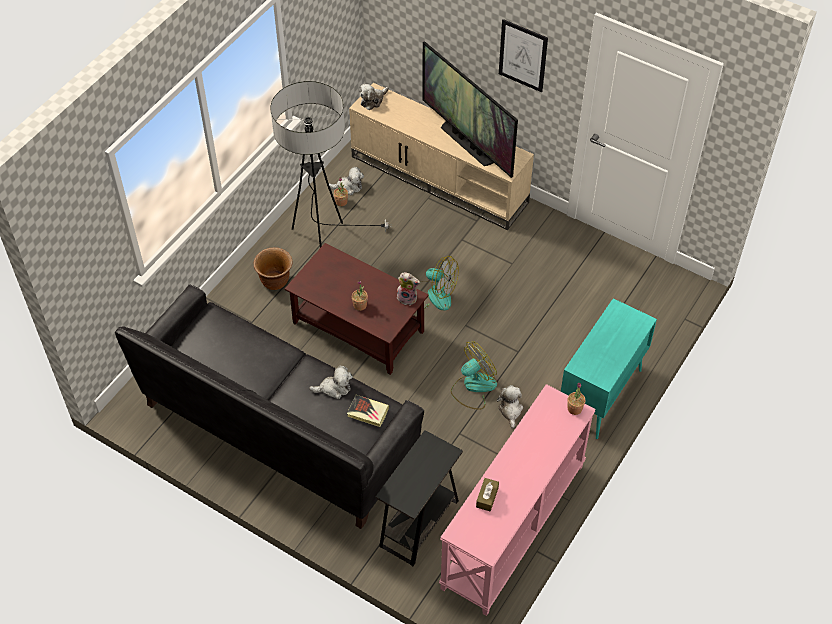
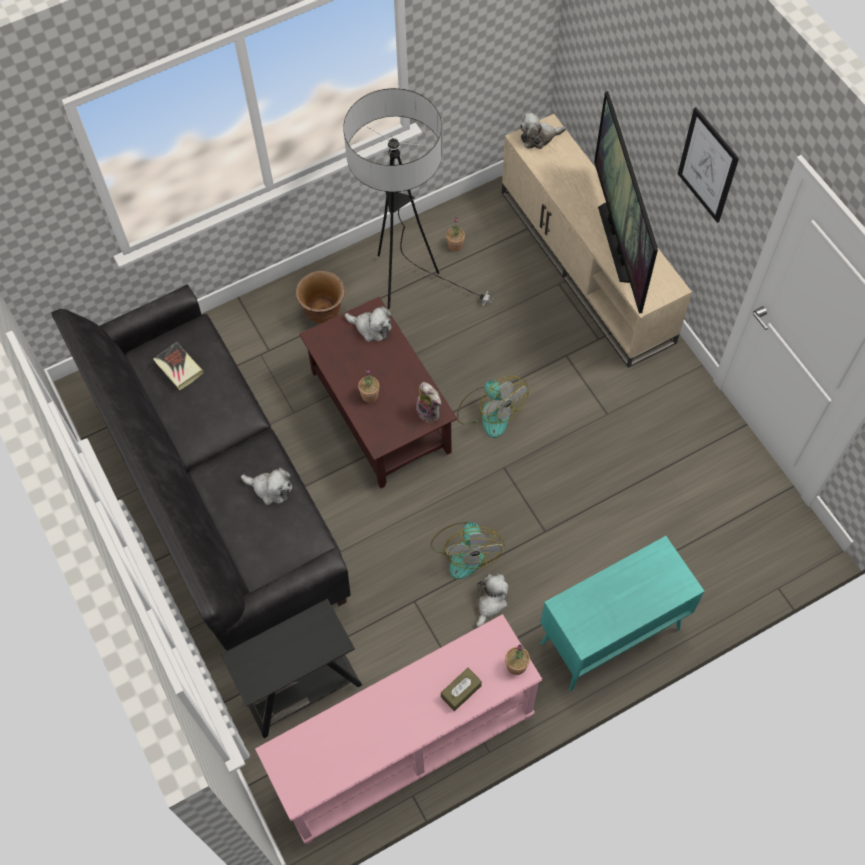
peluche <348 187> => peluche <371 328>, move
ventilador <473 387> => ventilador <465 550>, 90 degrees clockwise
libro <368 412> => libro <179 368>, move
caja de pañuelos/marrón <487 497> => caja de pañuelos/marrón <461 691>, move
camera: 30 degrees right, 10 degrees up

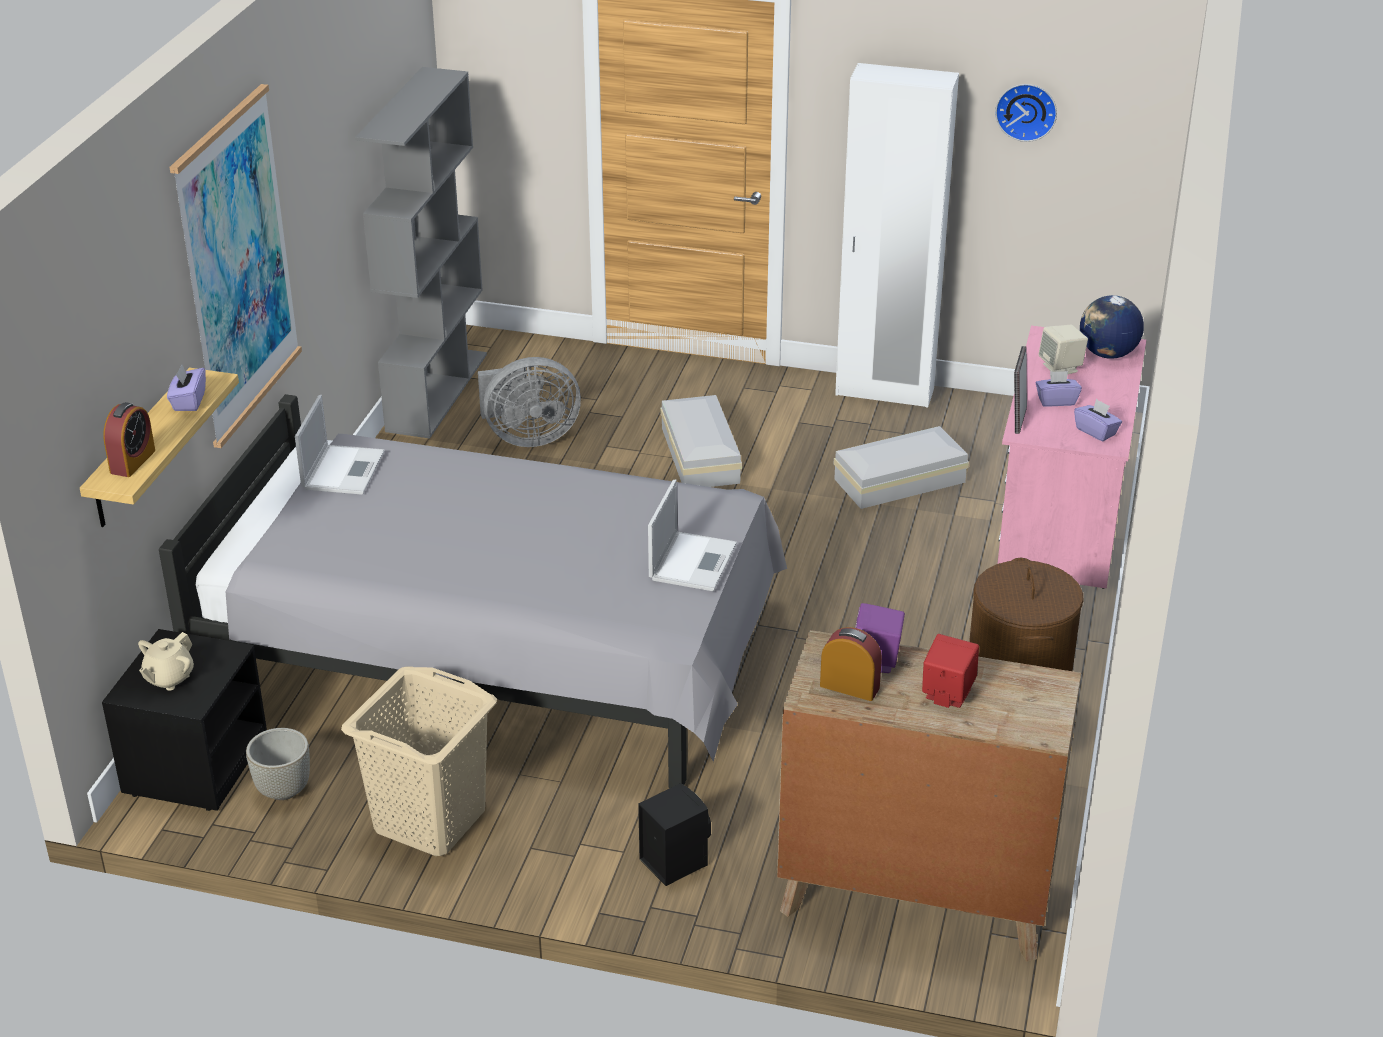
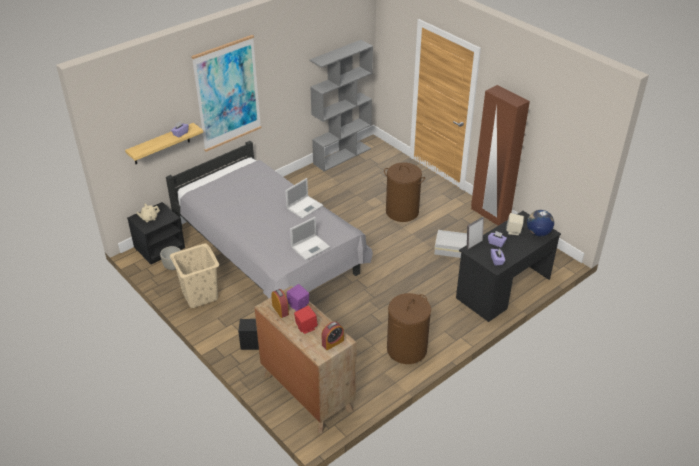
armario ropero/blanco <884 392> => armario ropero/marrón <490 215>
reloj de pared <1026 110> => nothing
escritorio/rosa <1062 517> => escritorio/negro <503 288>
ventilador/gris <528 437> => nothing
portátil <343 469> => portátil <305 207>, move
caja de almacenaje/blanco <701 454> => cesto de la ropa/marrón <402 212>
despertador <132 461> => despertador <332 343>, move
camera: 35 degrees right, 5 degrees up

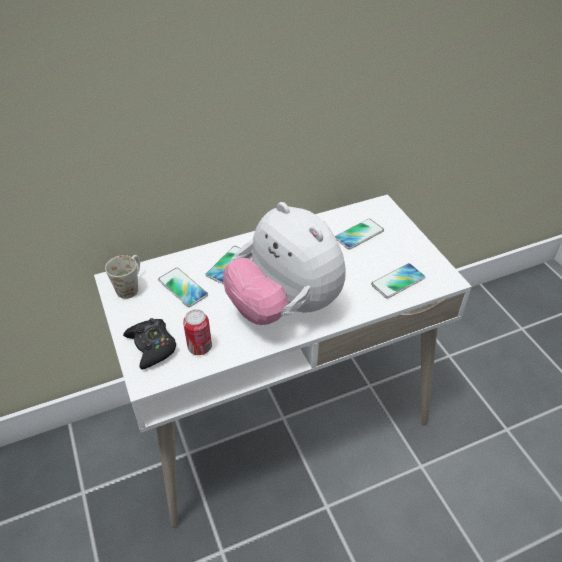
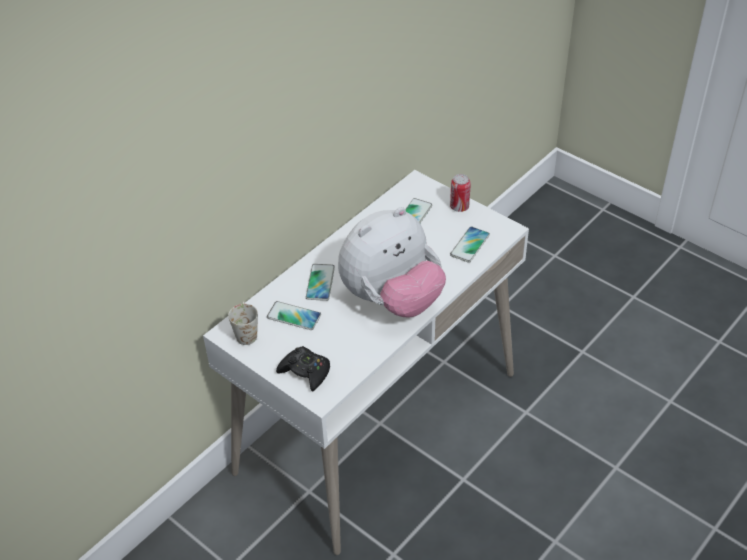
peluche <284 306> => peluche <392 299>, 60 degrees counterclockwise
lata <200 347> => lata <459 207>, move
camera: 25 degrees left, 0 degrees up

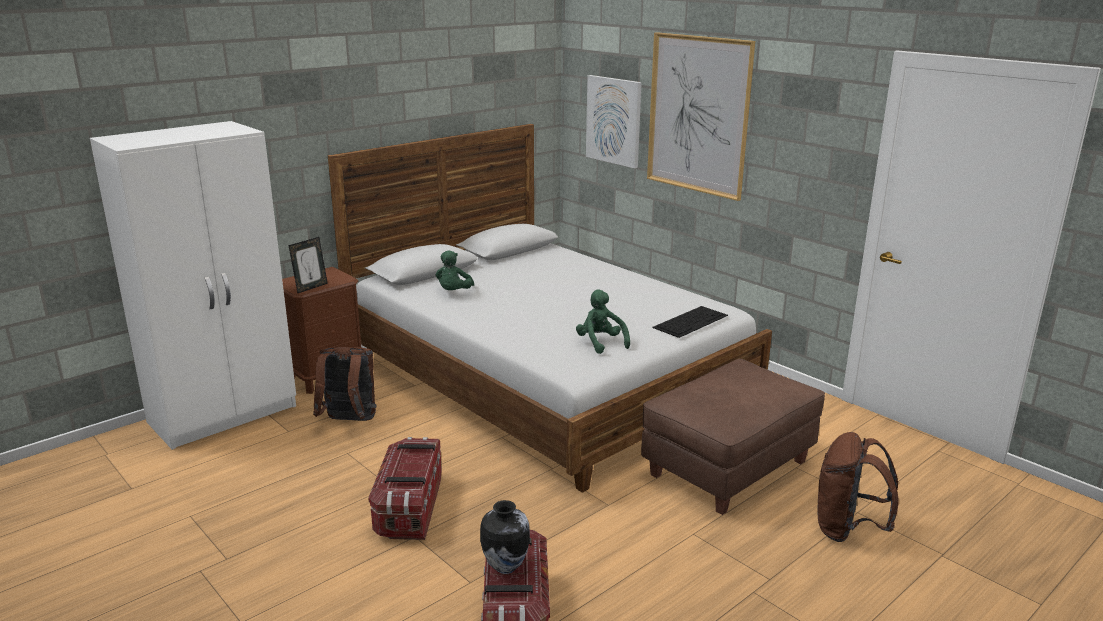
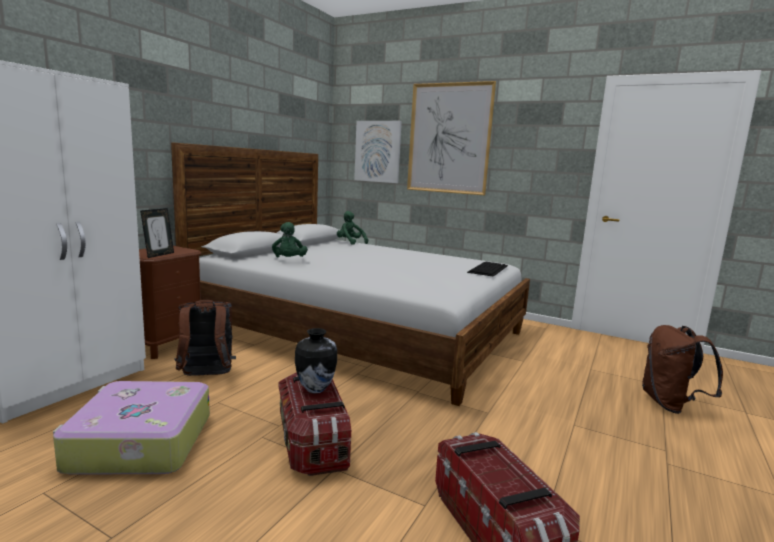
peluche/verde <600 343> => peluche/verde <350 242>, move
puf/marrón <728 469> => nothing
florero <505 567> => florero <315 389>, move
nothing => maleta <139 443>
camera: 20 degrees left, 10 degrees down

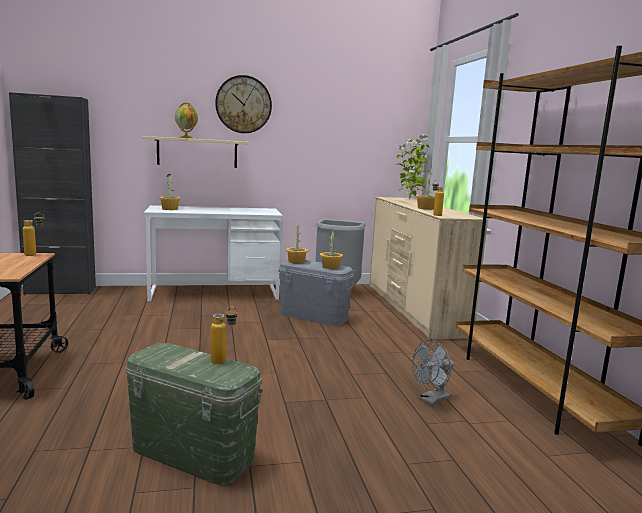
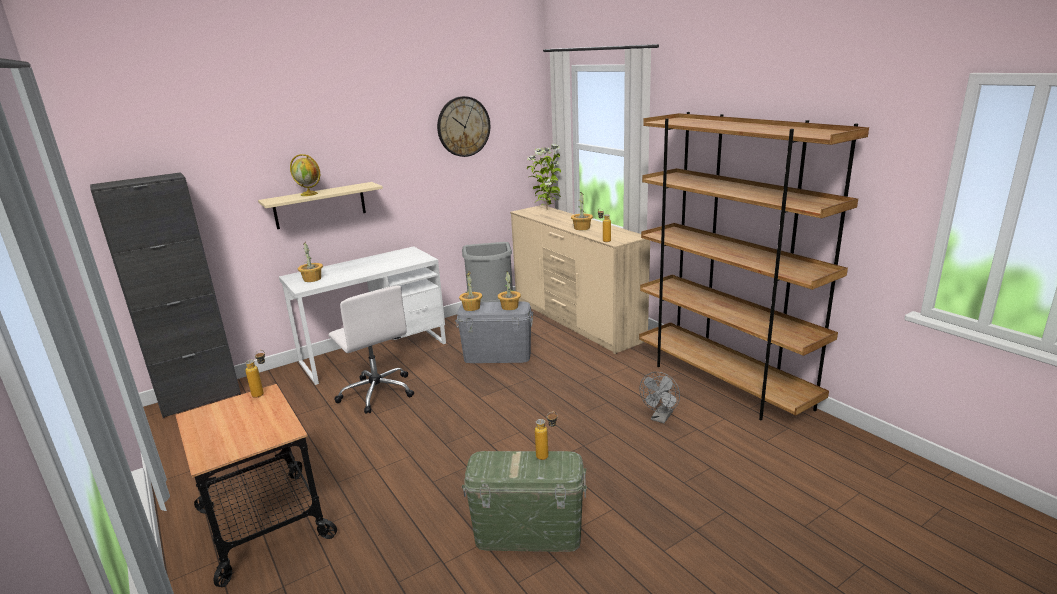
reloj de pared <243 104> => reloj de pared <463 126>, move
nothing => silla de oficina/blanco <377 392>
camera: 20 degrees left, 10 degrees up

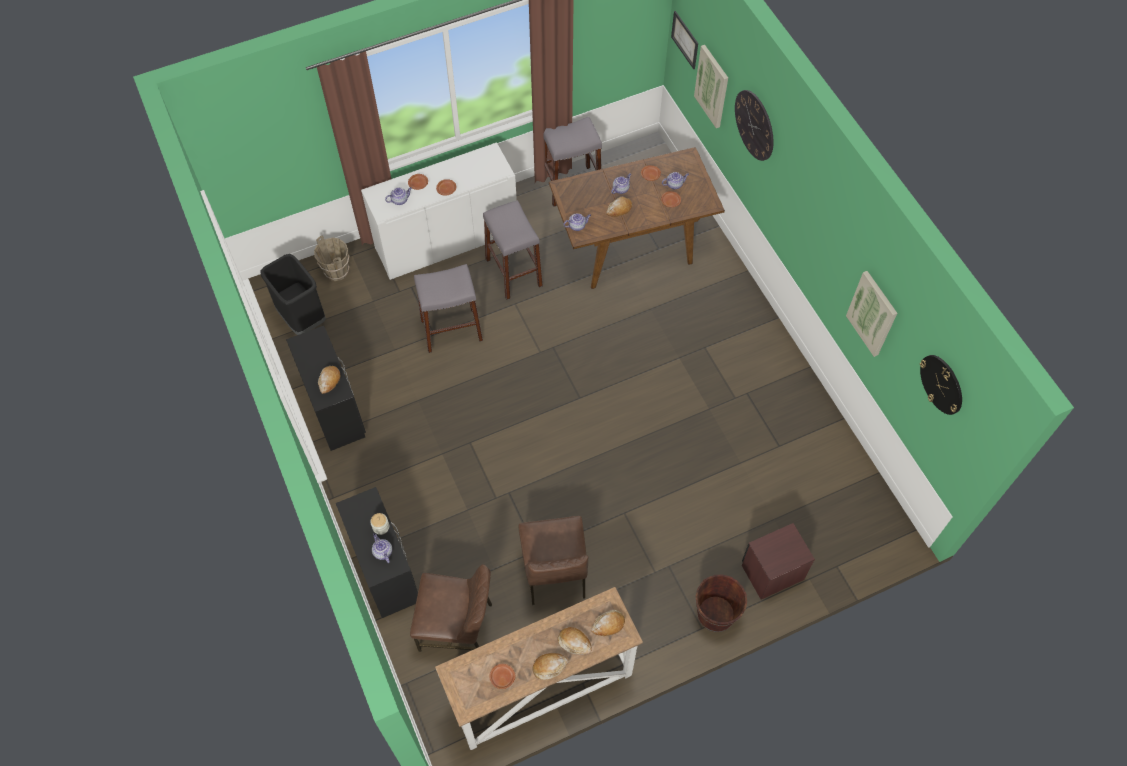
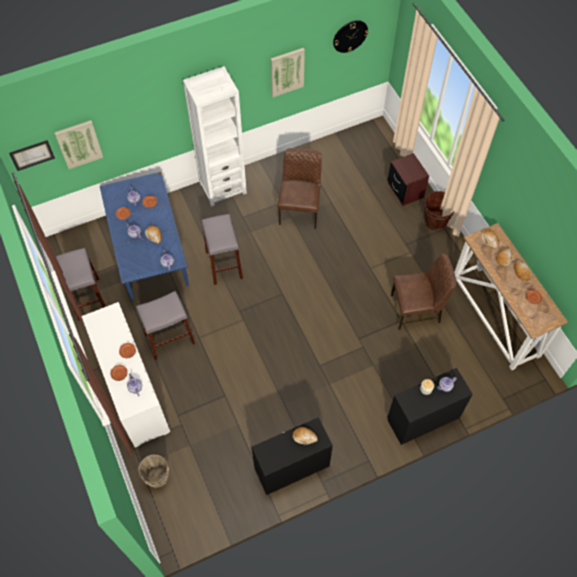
reloj de pared <754 125> => nothing
mesa de comedor/marrón <631 246> => mesa de comedor/azul <151 258>
papelera/negro <302 318> => nothing
taburete/gris <451 330> => taburete/gris <224 264>, move
silla/marrón <457 626> => silla/marrón <300 209>, move
nothing => estantería/blanco <222 188>
camera: 90 degrees left, 0 degrees up

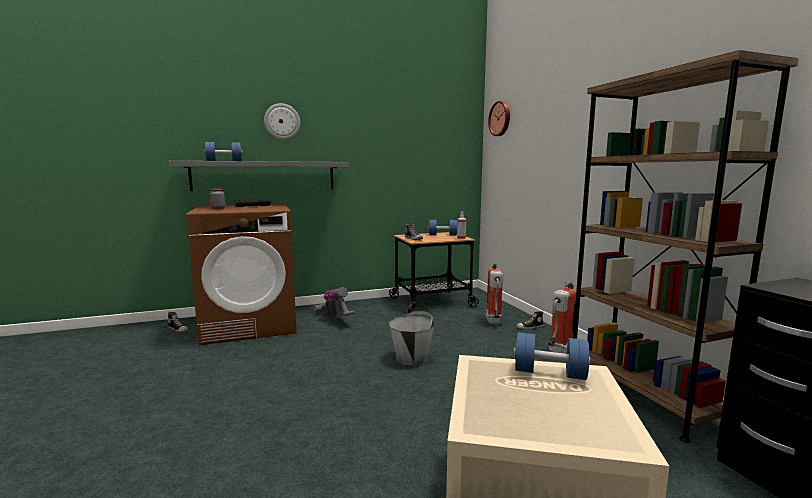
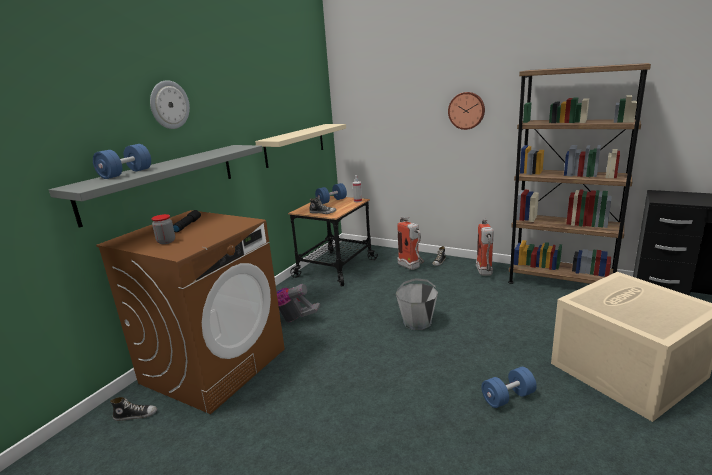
reloj de pared <500 119> => reloj de pared <466 110>, move
mancuerna/azul <549 373> => mancuerna/azul <508 397>, move
nothing => estante/beis <295 145>
camera: 40 degrees left, 10 degrees up

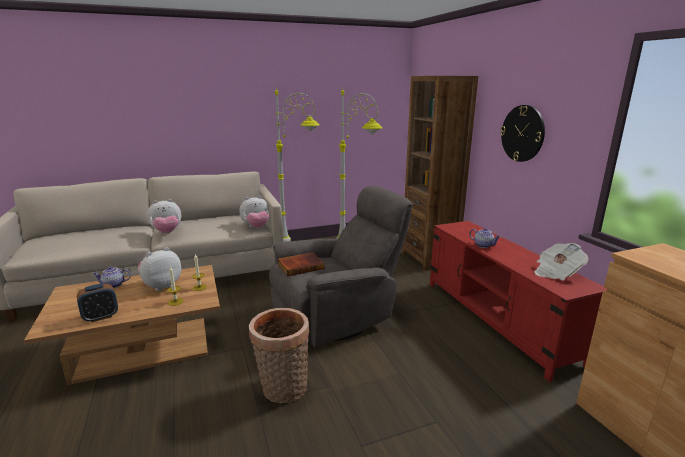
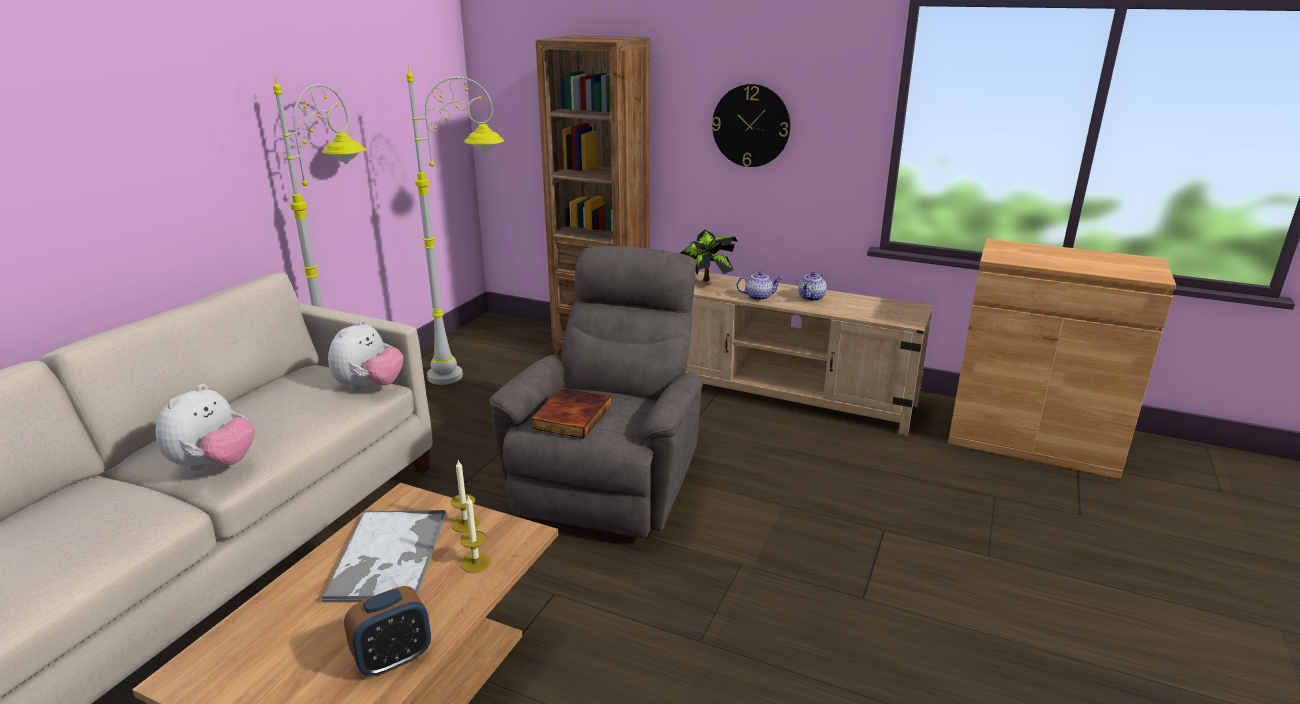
mueble de televisión/rojo <497 320> => mueble de televisión/beis <784 394>
periódico <556 272> => nothing
peluche <161 286> => bandeja <388 557>
tetera <113 285> => tetera <812 298>, move
despertador <101 317> => despertador <393 659>, 45 degrees clockwise
cesta <283 390> => nothing
nothing => planta en maceta <707 283>
camera: 45 degrees left, 5 degrees up

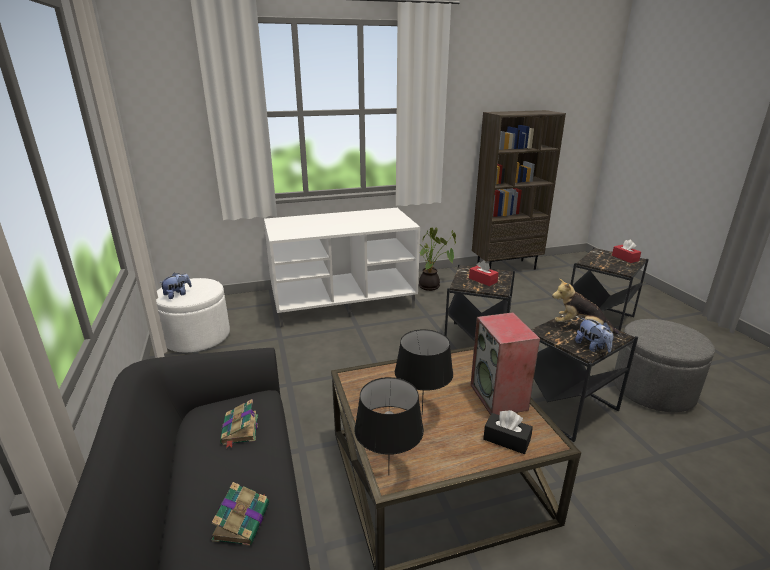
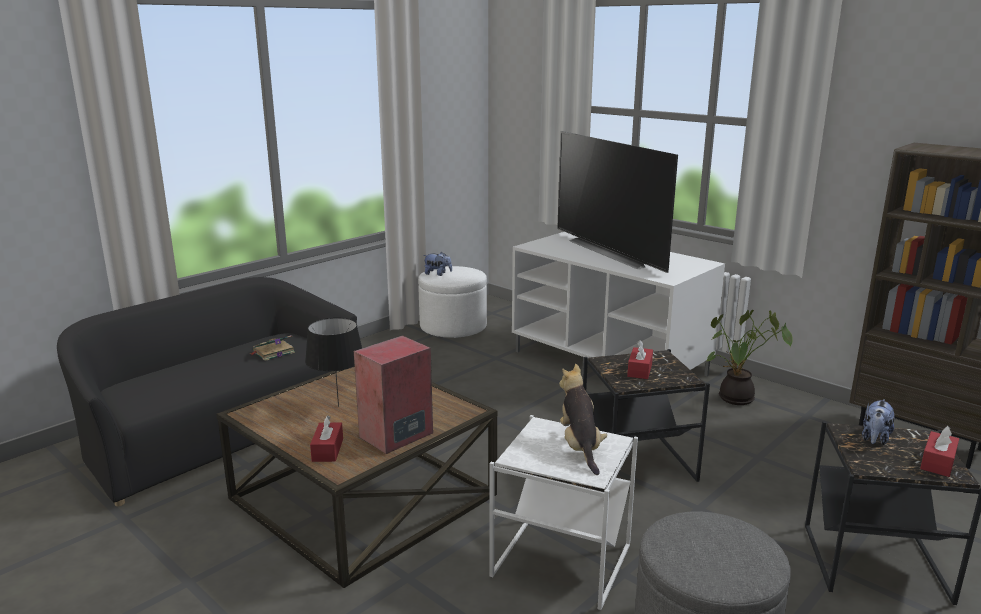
mesa auxiliar/negro <567 407> => mesa auxiliar/blanco <562 562>
peluche <592 347> => peluche <875 439>, move
lámpara de mesa/negro <388 474> => nothing
caja de pañuelos/negro <506 440> => caja de pañuelos/rojo <327 450>
libro <242 520> => nothing
nothing => televisor <613 252>
camera: 60 degrees right, 5 degrees down

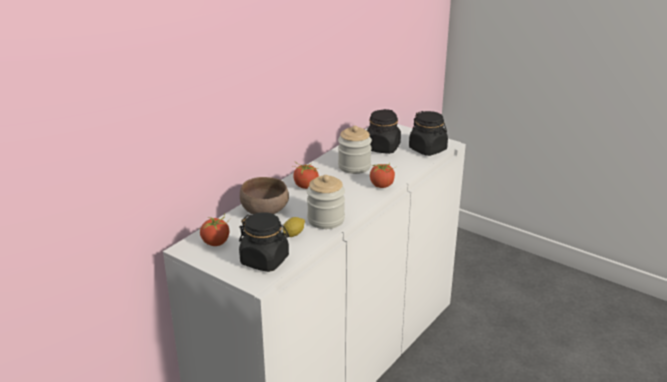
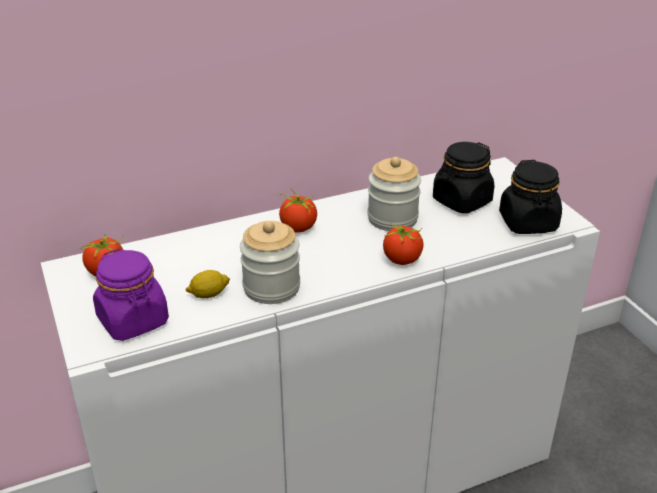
cuenco/marrón <266 211> => nothing
tarro/negro <265 260> => tarro/morado <133 321>
camera: 30 degrees right, 5 degrees up

